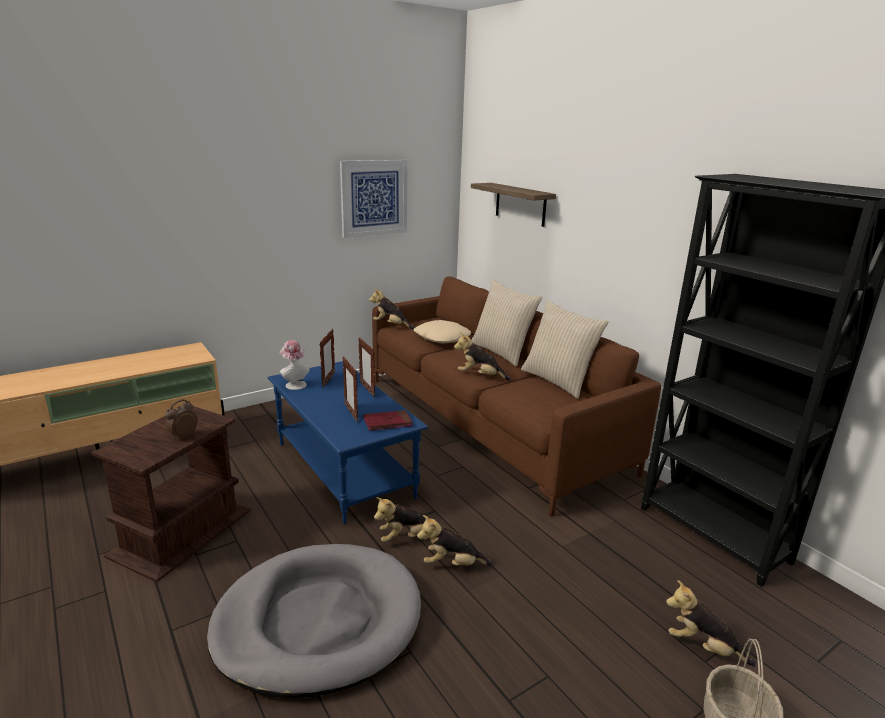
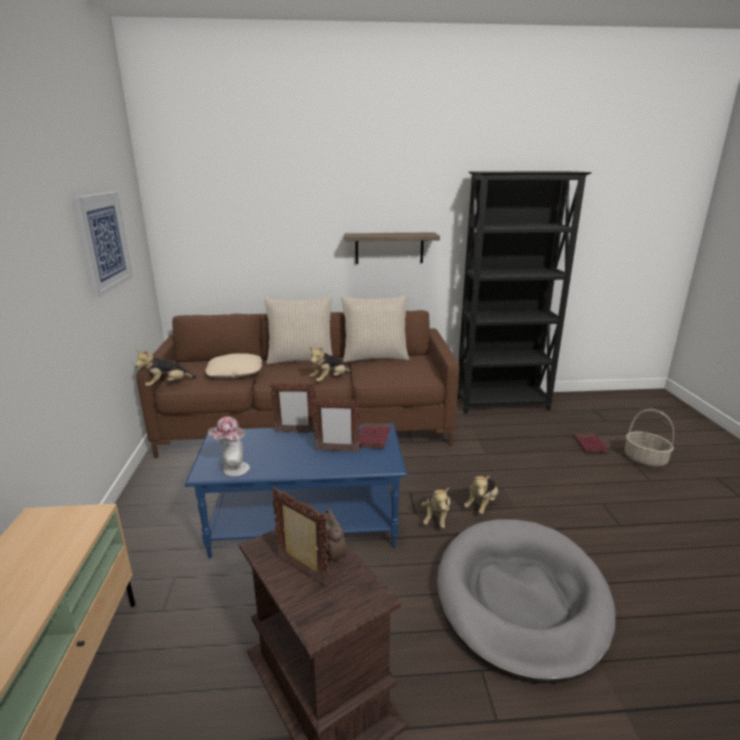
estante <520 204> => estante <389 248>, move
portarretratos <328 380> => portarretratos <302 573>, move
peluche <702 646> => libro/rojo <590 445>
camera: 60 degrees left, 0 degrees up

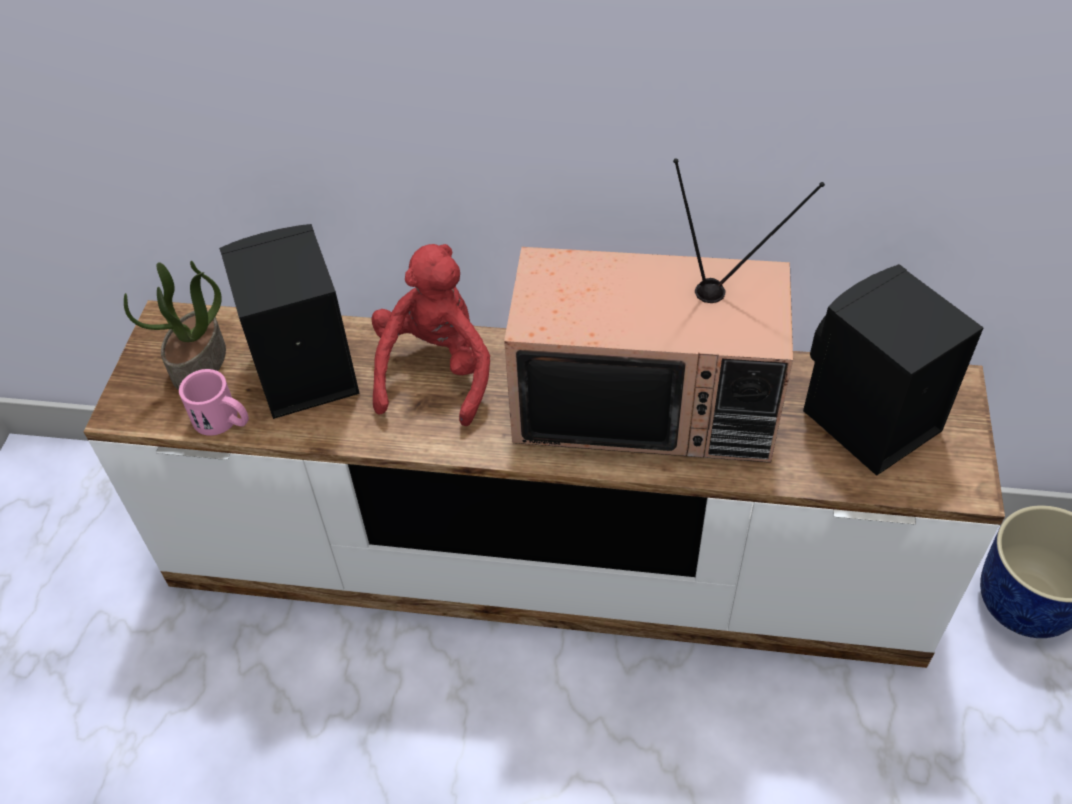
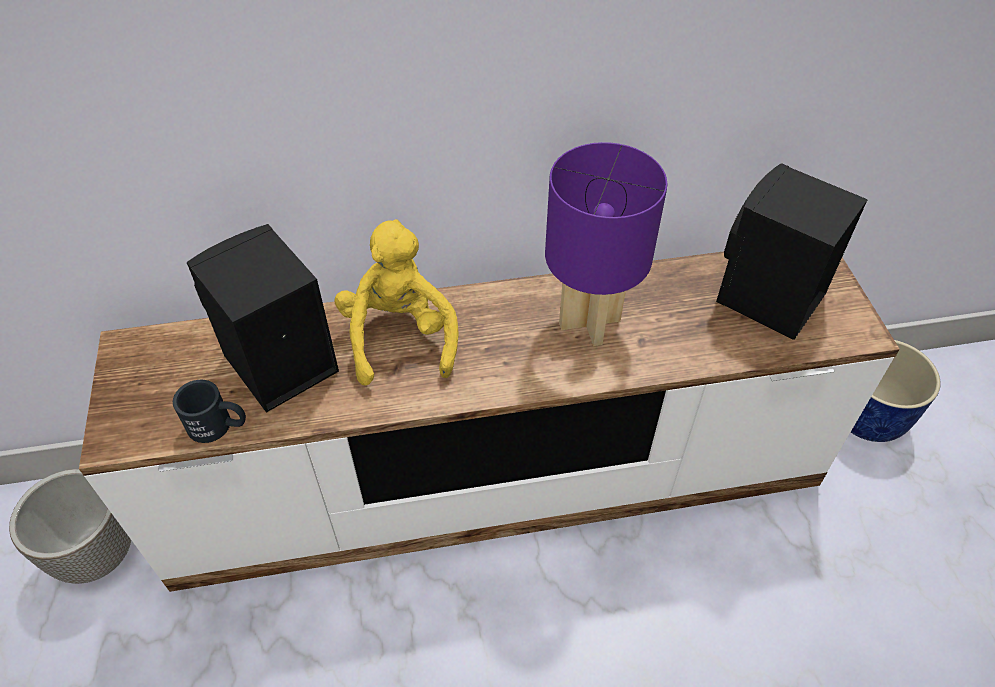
televisor <647 401> => lámpara de mesa/morado <590 321>
peluche/rojo <435 372> => peluche/amarillo <400 337>
planta en maceta <200 364> => nothing
taza grande/rosa <223 421> => taza grande/negro <218 425>
nothing => maceta <98 555>
camera: 20 degrees left, 0 degrees up

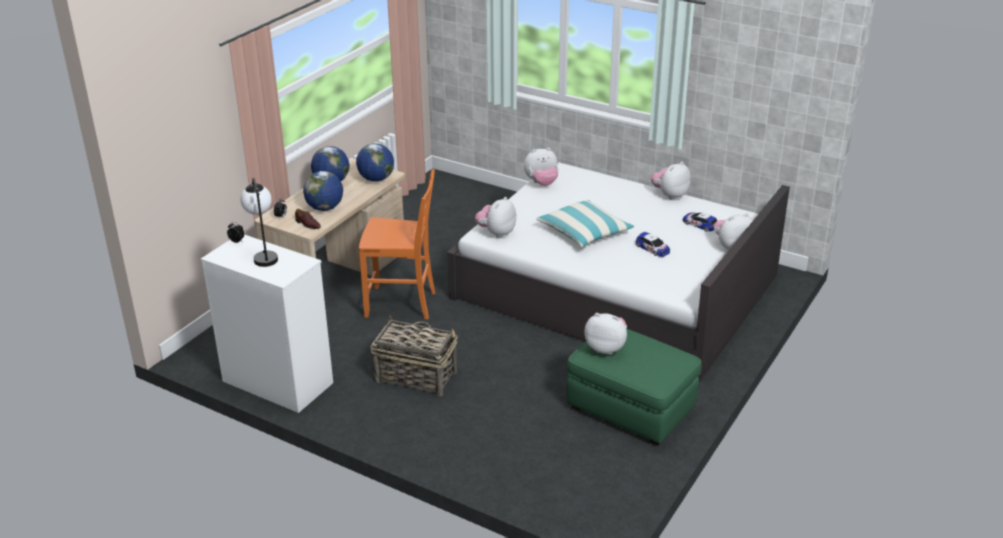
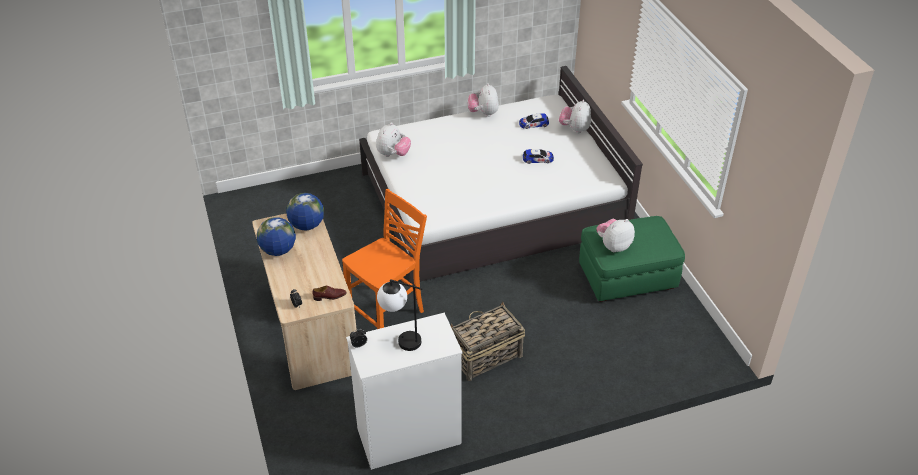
globo terráqueo <325 208> => nothing
peluche <496 233> => nothing
cojín <584 232> => nothing
camera: 50 degrees left, 10 degrees up

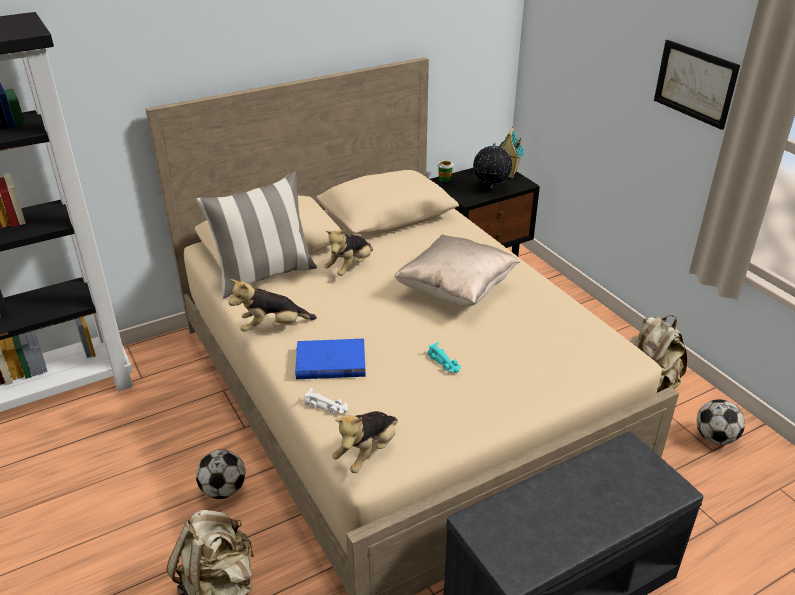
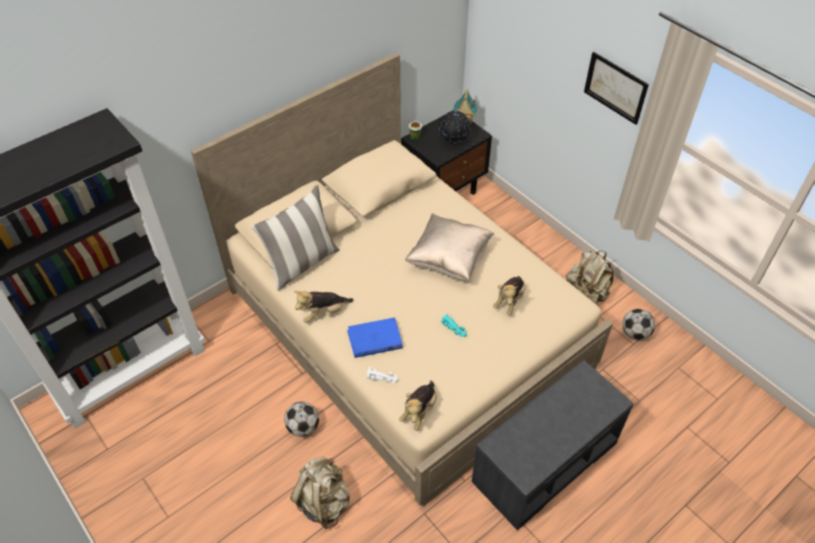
peluche <350 267> => peluche <509 301>, move
camera: 10 degrees left, 15 degrees up

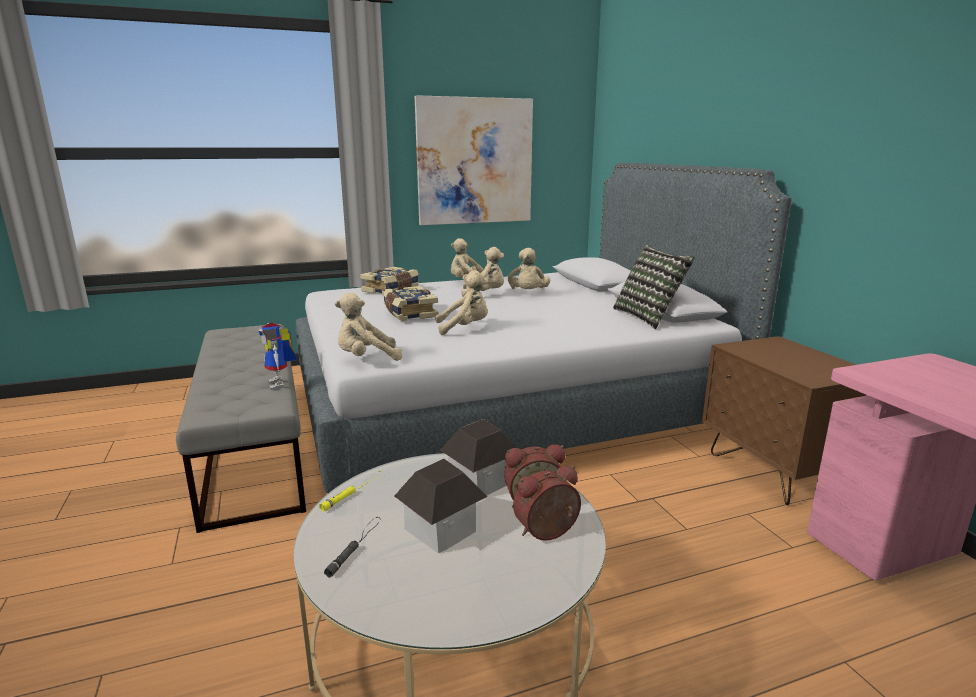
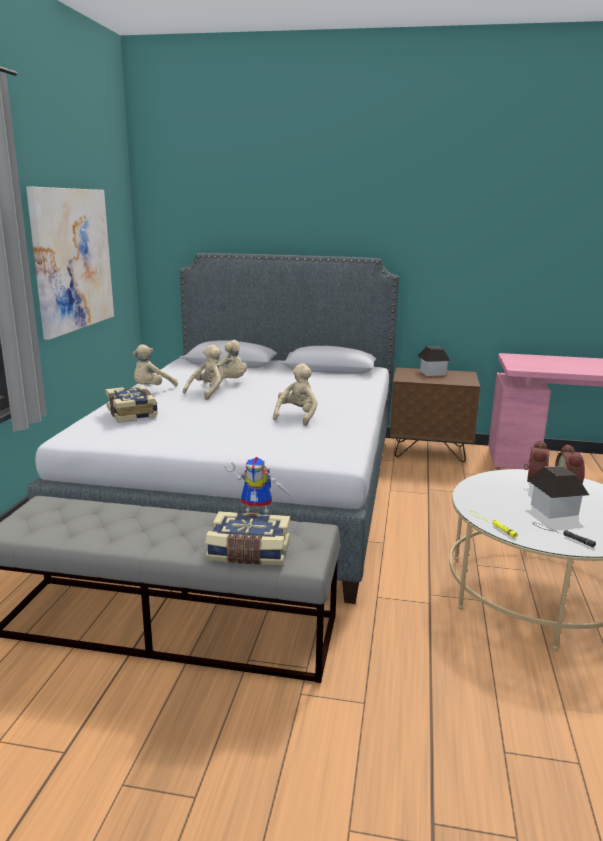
cojín <648 317> => nothing
libro <409 313> => libro <249 552>, move
peluche/beis <366 359> => nothing
casita <480 481> => casita <432 373>, move
camera: 60 degrees left, 0 degrees up

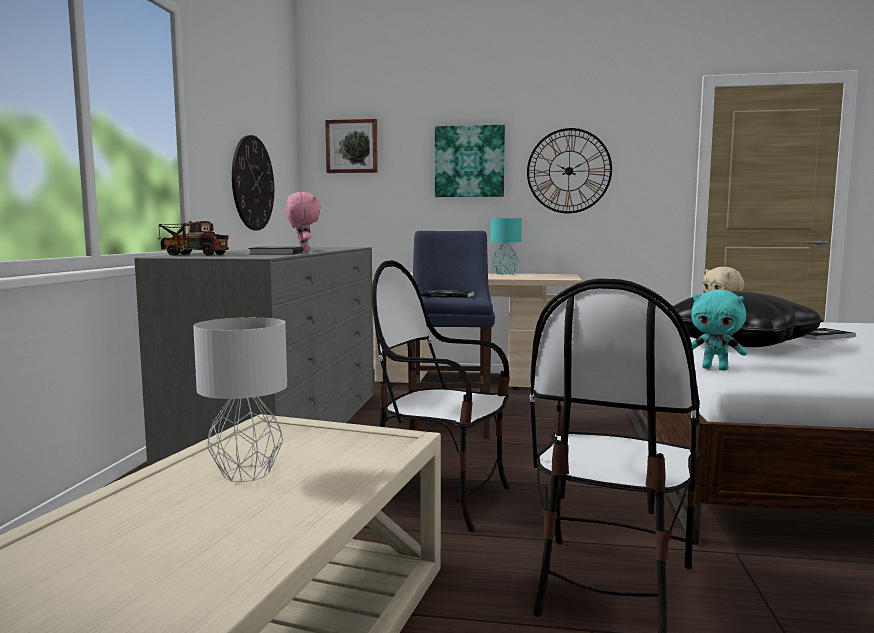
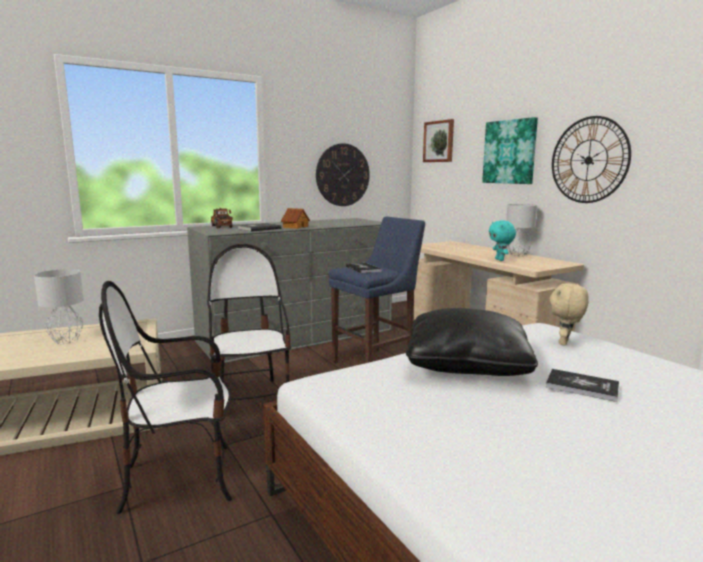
peluche/rosa <303 251> => casita <295 227>
lámpara de mesa/turquesa <505 274> => lámpara de mesa/gris <518 255>
peluche/turquesa <715 368> => peluche/turquesa <500 260>, move
camera: 50 degrees right, 5 degrees up

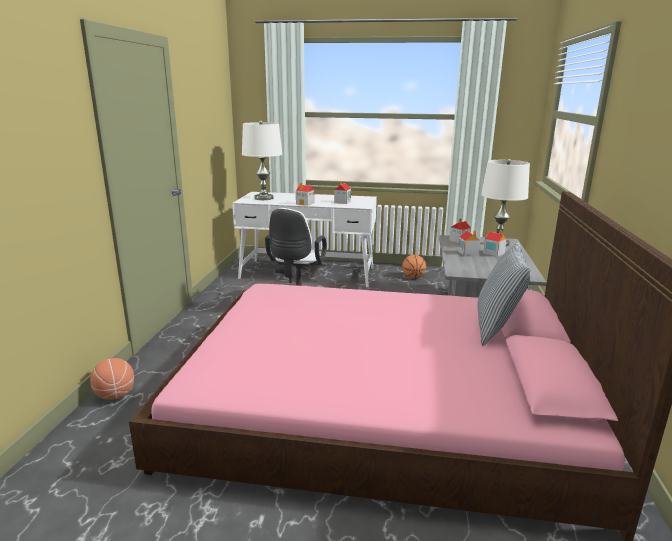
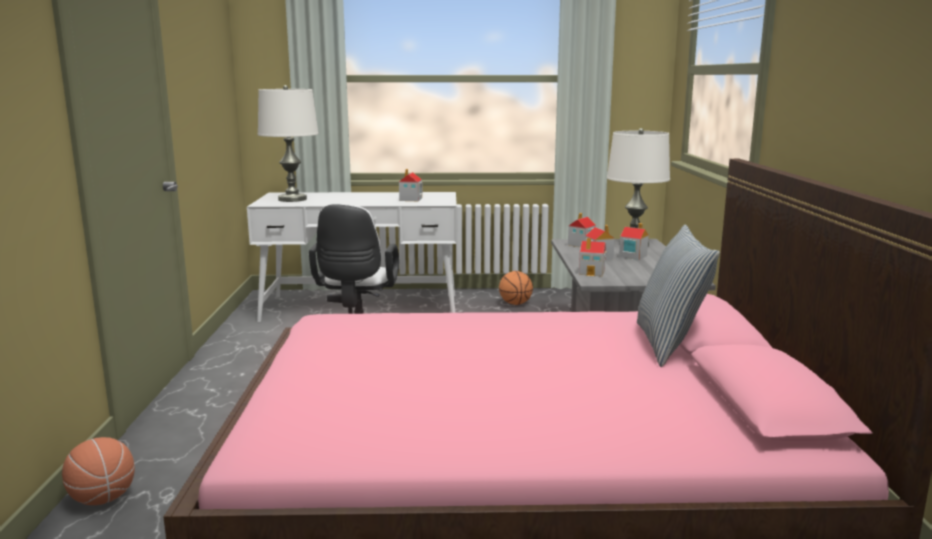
casita <305 203> => casita <592 272>, move
camera: 10 degrees left, 5 degrees down

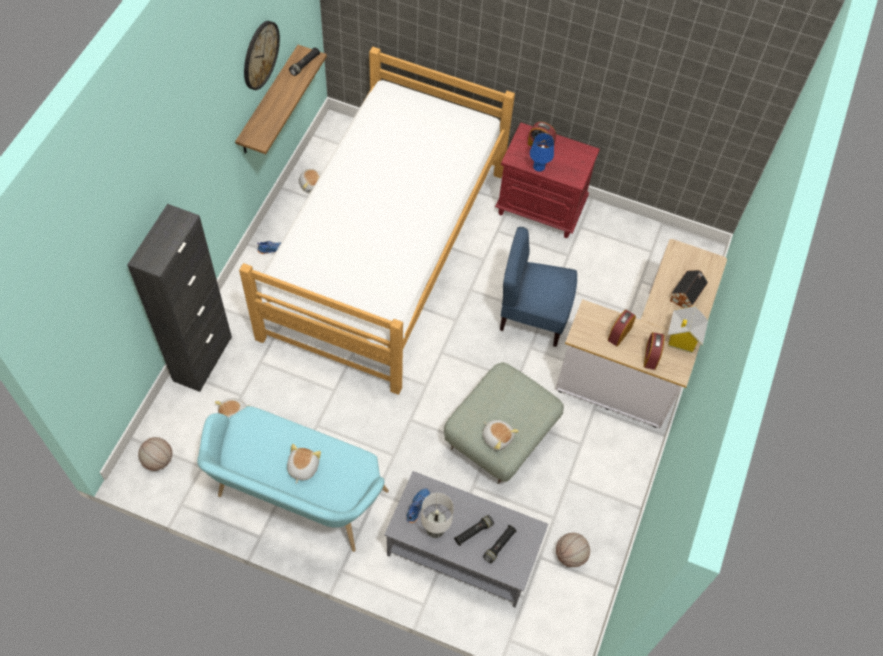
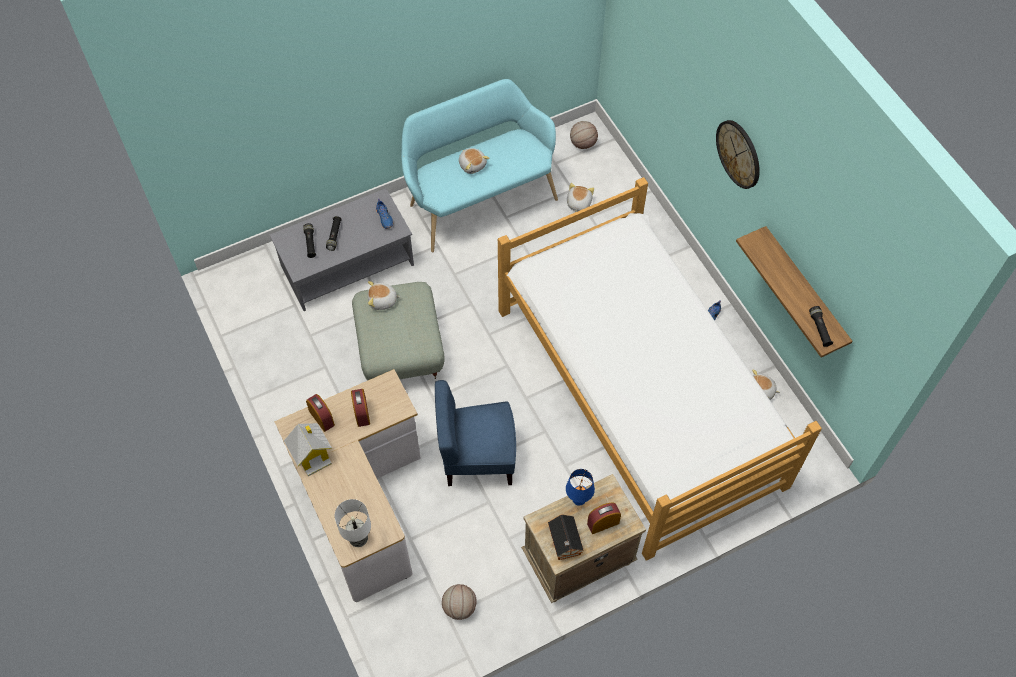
reloj de pared <260 55> => reloj de pared <739 154>, move
mesita de noche/rojo <541 208> => mesita de noche/beis <577 560>
armario/negro <202 359> => nothing
silla/azul <533 315> => silla/azul <477 458>, 150 degrees counterclockwise
casita <687 294> => casita <564 543>, move
lámpara de mesa <435 529> => lámpara de mesa <358 537>, move
balón de baloncesto <570 555> => balón de baloncesto <459 607>, move
camera: 135 degrees right, 0 degrees up

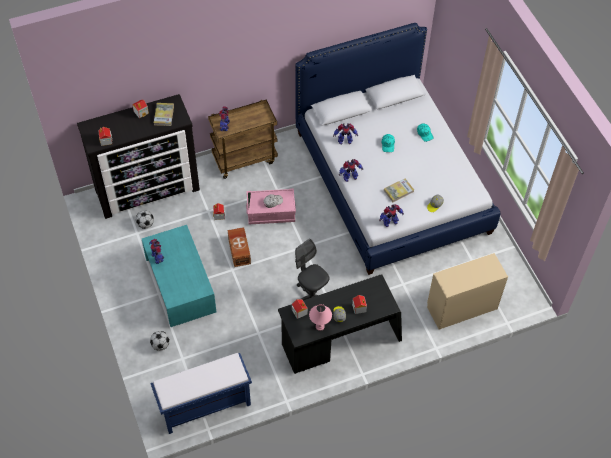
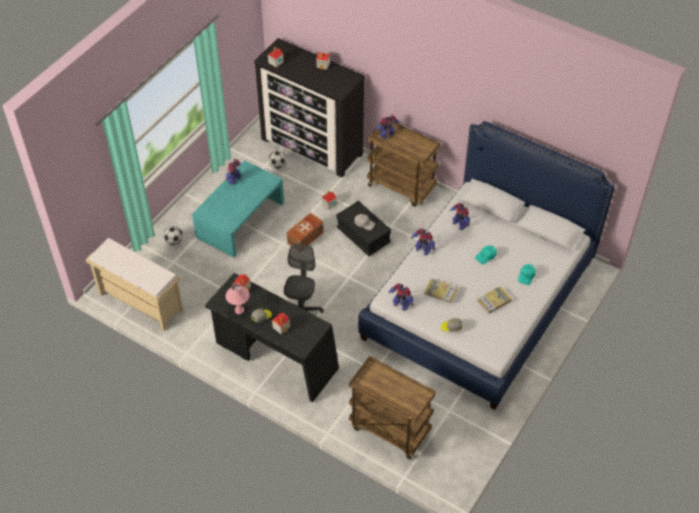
libro <164 115> => libro <494 301>, move
caja de almacenaje/rosa <271 212> => caja de almacenaje/negro <363 235>
cómoda/beis <461 307> => carrito/marrón <389 429>
banco/azul <204 406> => banco/beis <140 302>
camera: 55 degrees right, 5 degrees down

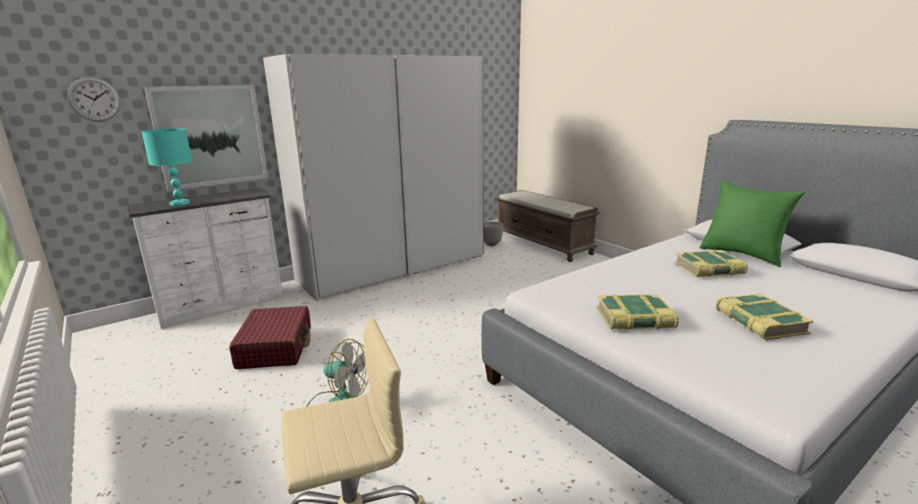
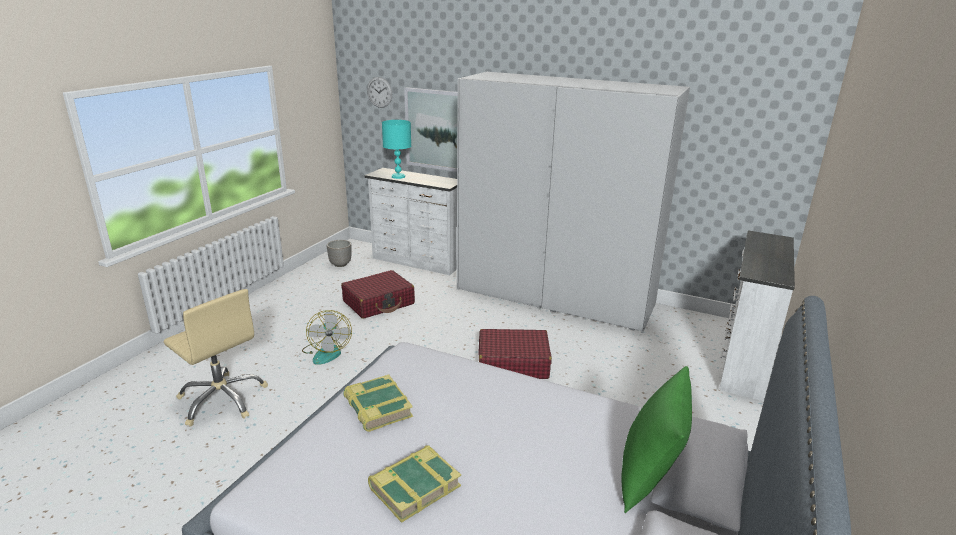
banco/marrón <543 244> => cómoda/blanco <742 363>
maceta <491 244> => maceta <340 264>, move
libro <709 269> => nothing
nothing => maleta/rojo <512 363>
camera: 60 degrees right, 5 degrees up

